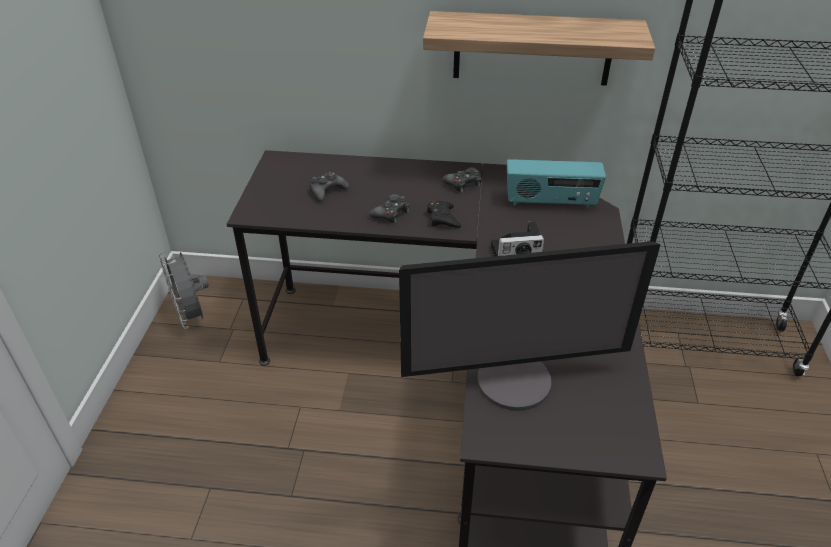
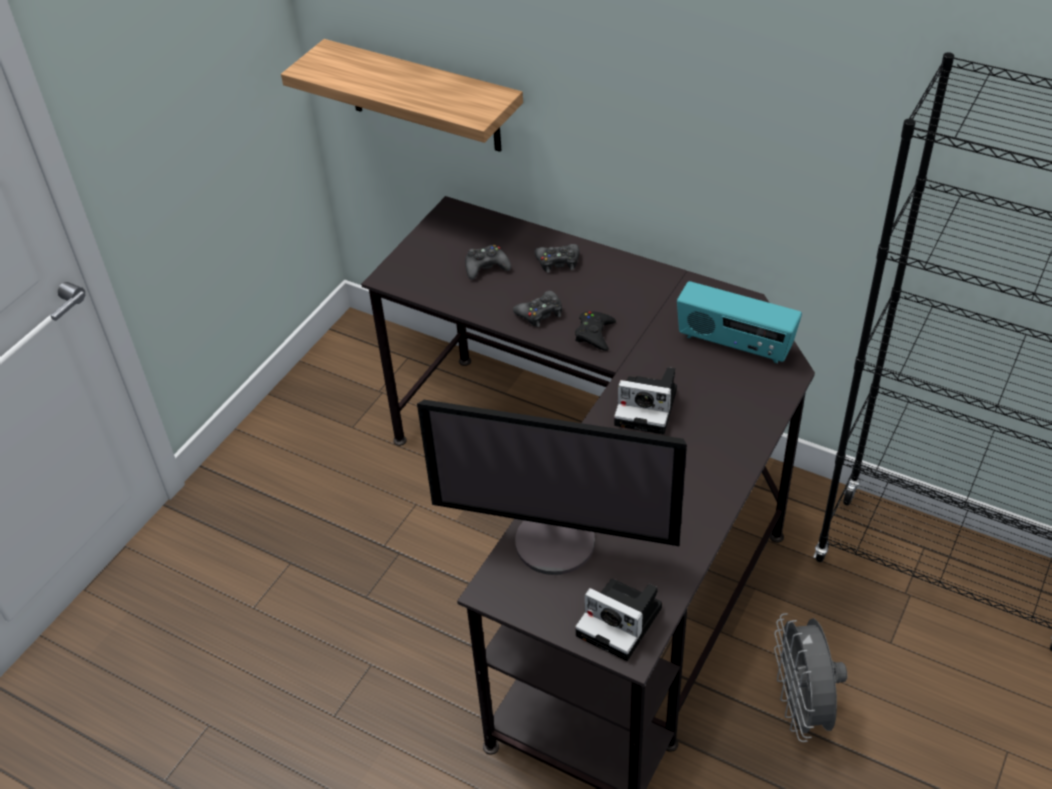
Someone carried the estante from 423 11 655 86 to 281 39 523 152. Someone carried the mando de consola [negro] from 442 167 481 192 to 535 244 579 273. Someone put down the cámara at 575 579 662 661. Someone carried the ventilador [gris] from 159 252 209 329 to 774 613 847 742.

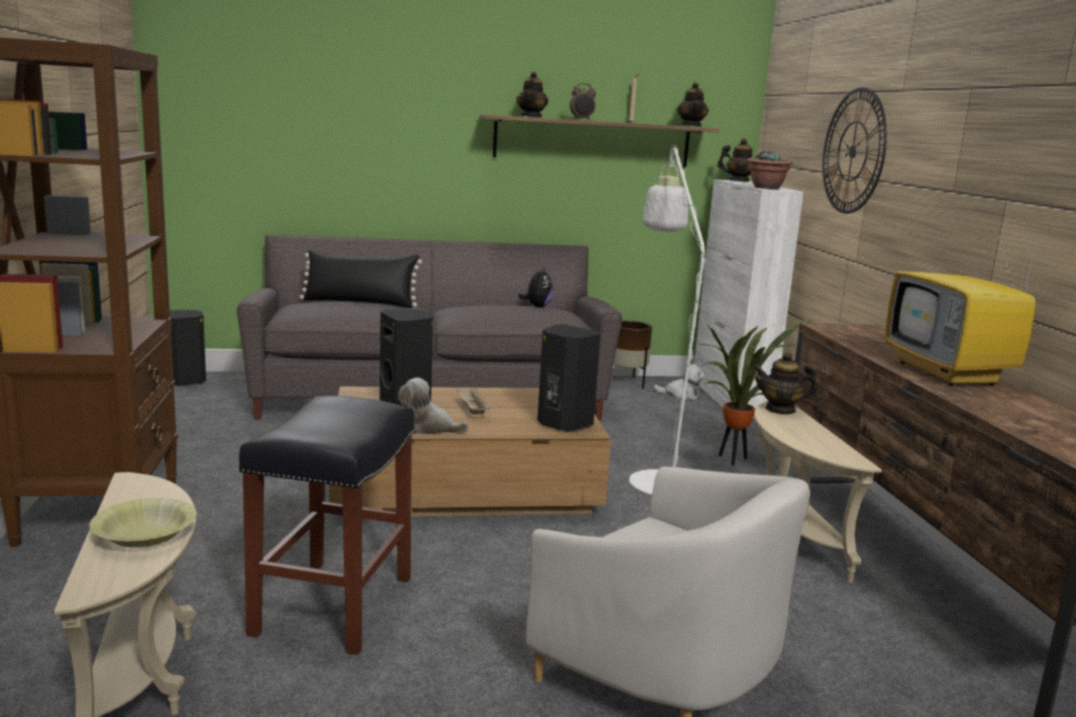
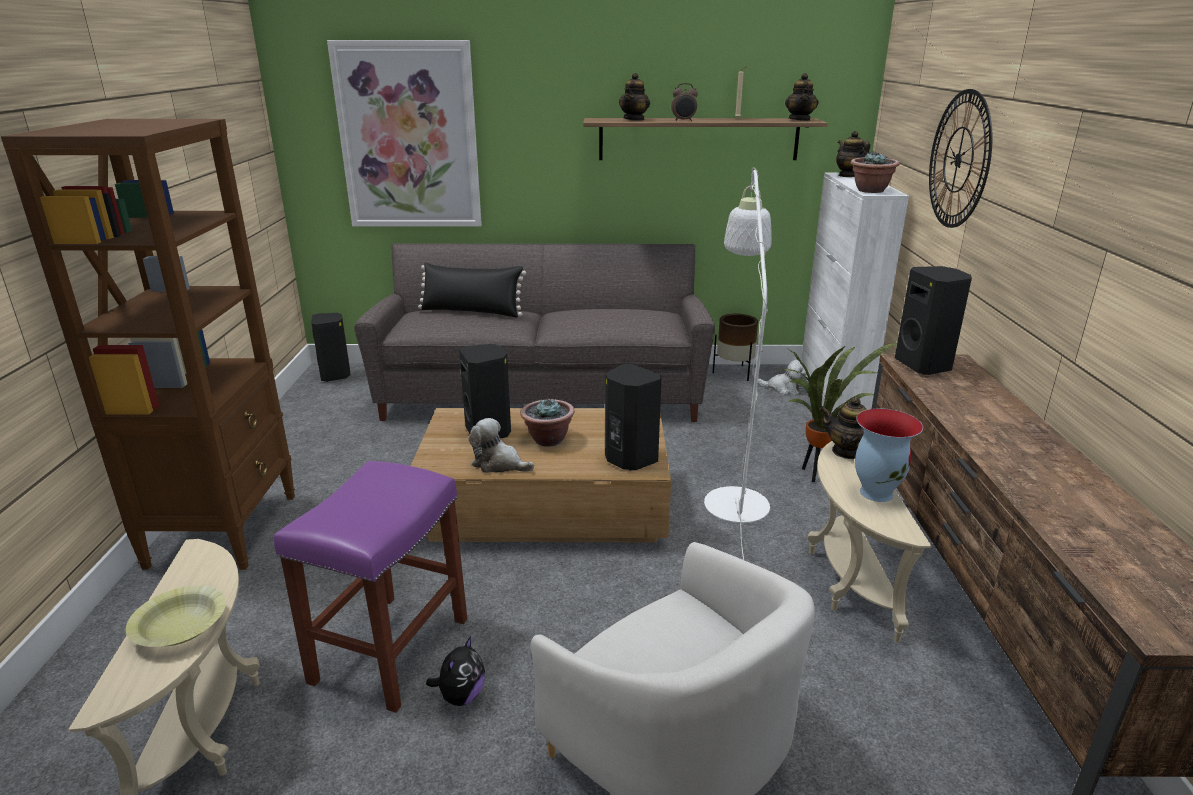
Someone repainted the taburete [negro] at 239 396 415 655, which became the taburete [morado] at 274 461 467 713. Someone put up the cuadro at 327 40 482 227. Someone carried the peluche from 518 268 553 307 to 426 636 485 706. Someone swapped the bandeja [beis] at 457 387 490 414 for the planta en maceta at 520 398 575 447. Someone rotated the tetera at 717 139 765 182 by 135 degrees counterclockwise. Someone put down the florero at 855 409 923 502. Someone put down the altavoz [negro] at 895 266 972 375. Someone took away the televisor at 885 223 1039 386.

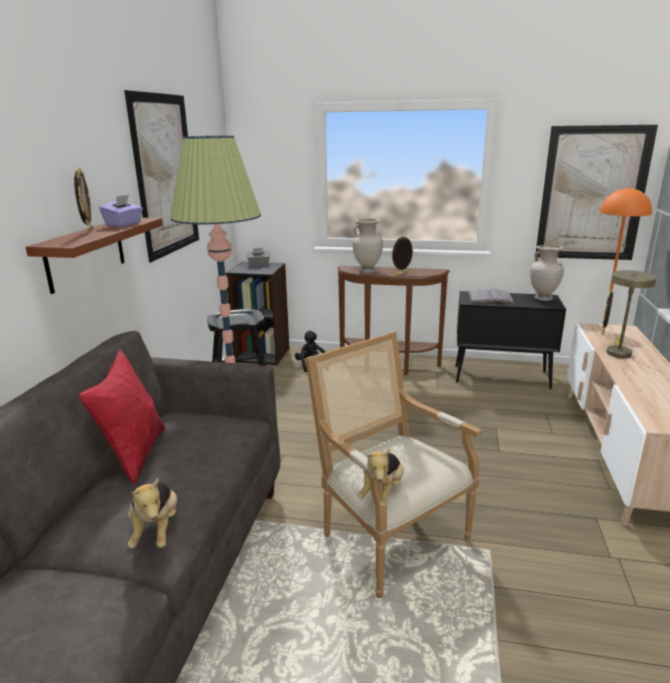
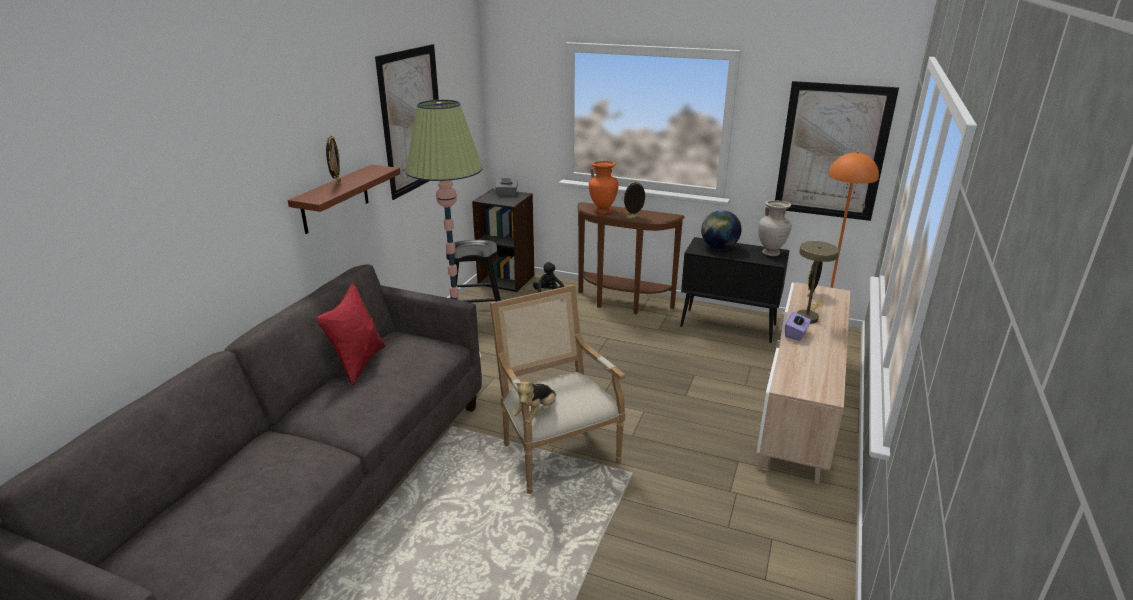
Someone repainted the florero [beis] at 352 219 383 273, which became the florero [naranja] at 589 161 619 214. Someone swapped the libro [gris] at 468 289 515 303 for the globo terráqueo at 701 210 742 250. Someone carried the caja de pañuelos [morado] from 99 195 143 227 to 785 312 811 341. Someone took away the peluche at 128 477 177 548.

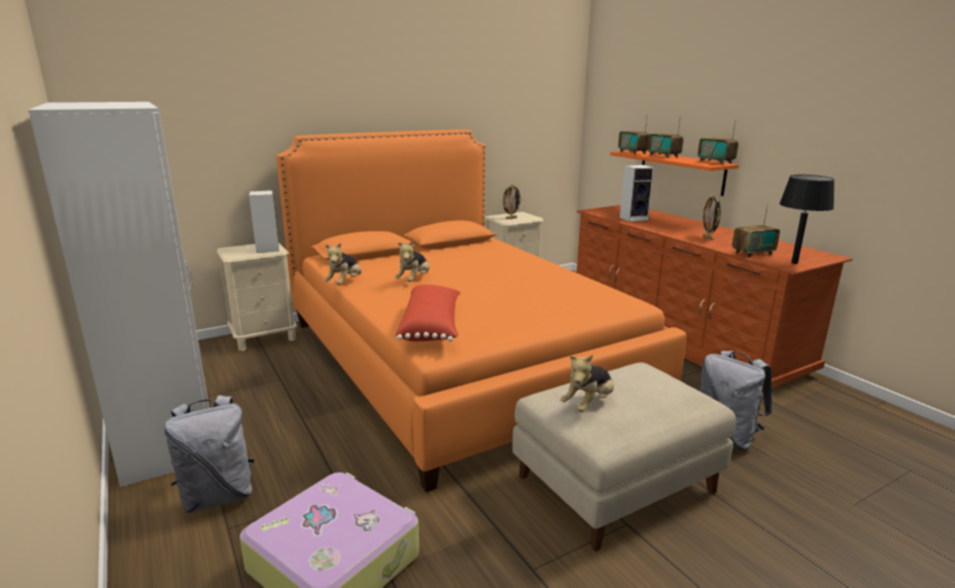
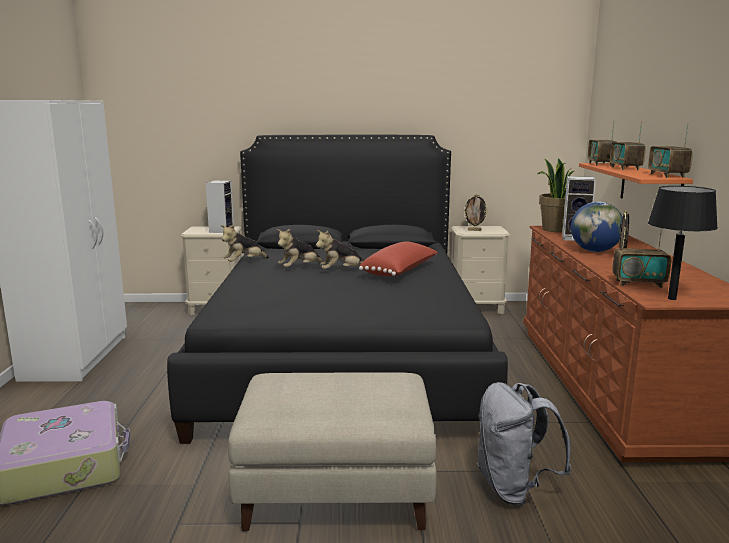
Someone repainted the cama [naranja] at 276 129 687 492, which became the cama [negro] at 167 135 508 444. Someone carried the peluche from 560 355 614 412 to 316 230 364 269. Someone carried the cojín [rojo] from 396 285 461 342 to 359 241 438 276. Someone put down the planta en maceta at 538 158 574 232. Someone put down the globo terráqueo at 571 202 623 252. Someone took away the mochila [gris] at 164 395 255 513.

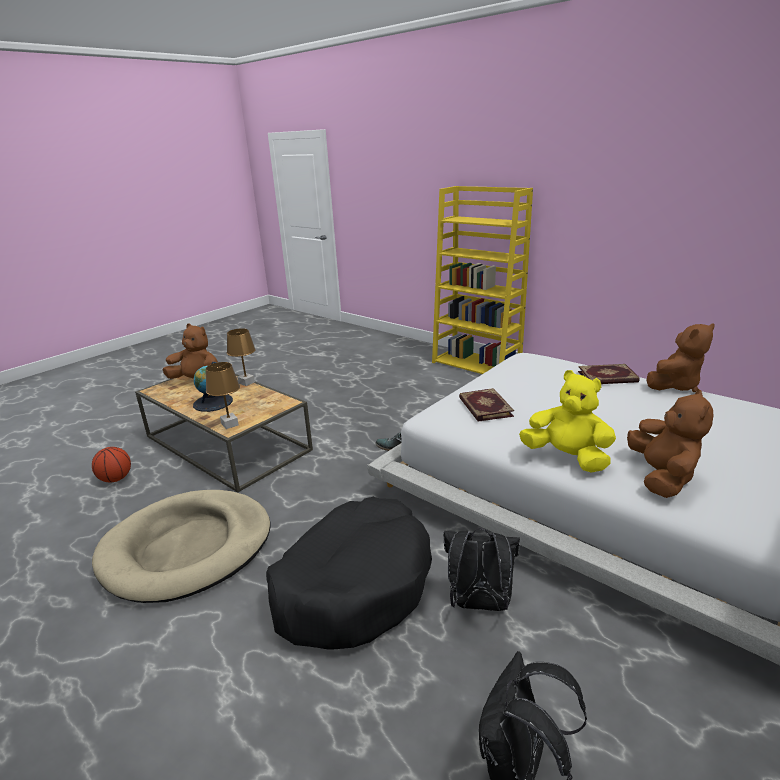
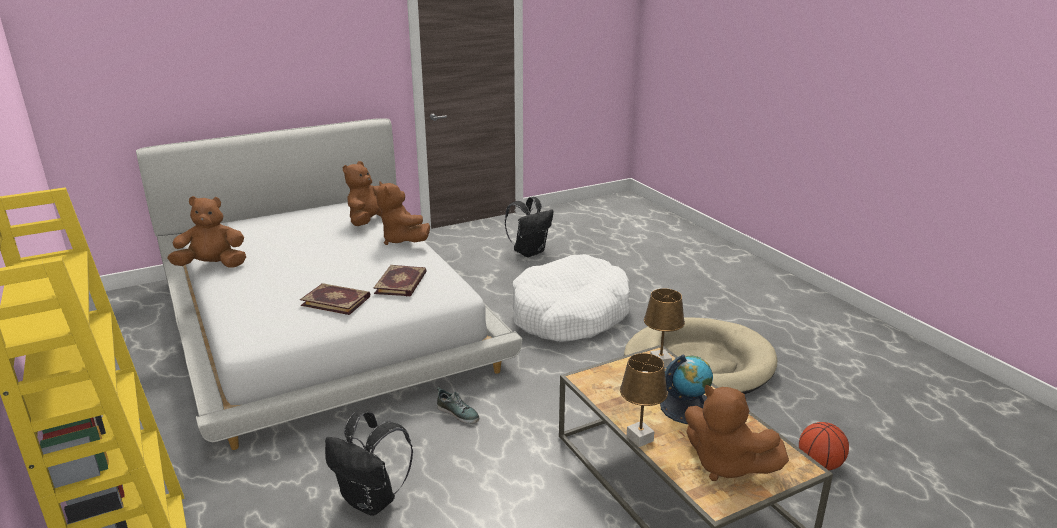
Someone carried the libro from 578 364 640 384 to 300 283 370 315. Someone carried the mochila [negro] from 443 528 520 611 to 325 410 413 516. Someone repainted the peluche [amarillo] at 519 370 616 472, which became the peluche [marrón] at 376 181 430 245. Someone repainted the cama para perro [negro] at 266 497 432 650, which became the cama para perro [blanco] at 513 254 630 342.

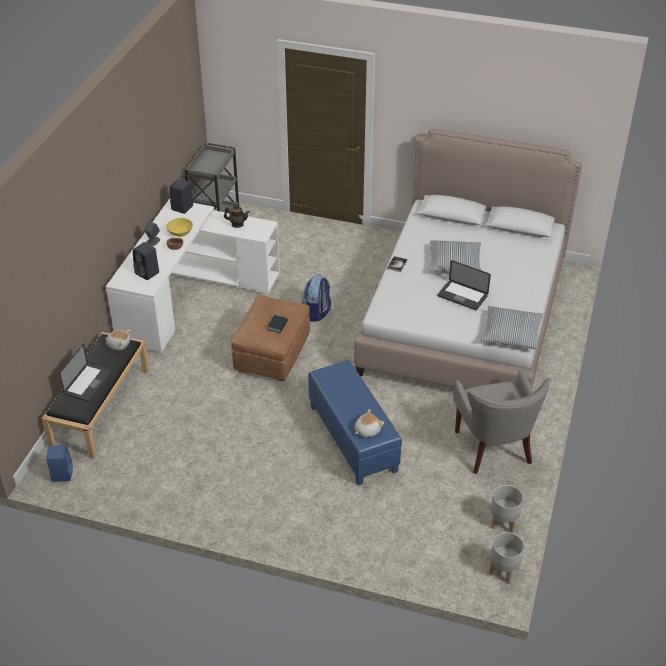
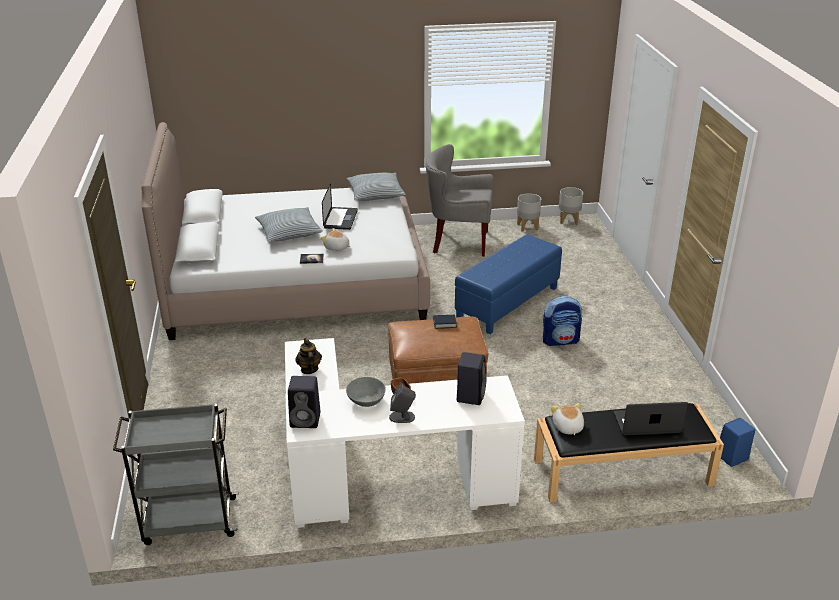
Someone carried the peluche from 355 409 384 437 to 321 228 350 251. Someone repainted the cuenco [amarillo] at 166 218 193 237, which became the cuenco [gris] at 346 377 386 407. Someone rotated the sillón [gris] at 453 370 551 474 by 135 degrees counterclockwise. Someone carried the mochila from 302 274 331 322 to 543 296 582 346.

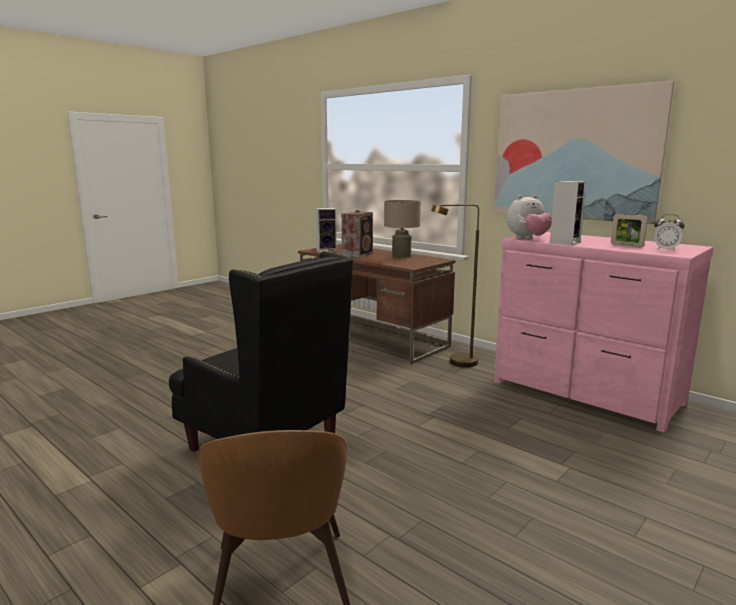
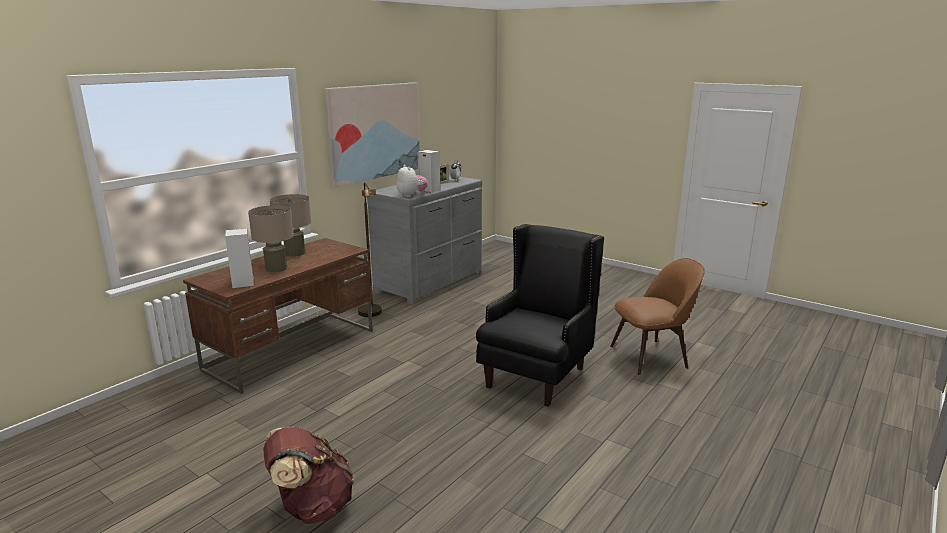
Someone swapped the altavoz at 341 210 373 258 for the lámpara de mesa [beis] at 248 205 294 273. Someone put down the mochila [marrón] at 263 426 354 524. Someone repainted the cómoda [rosa] at 494 232 714 432, which became the cómoda [gris] at 367 175 482 304.

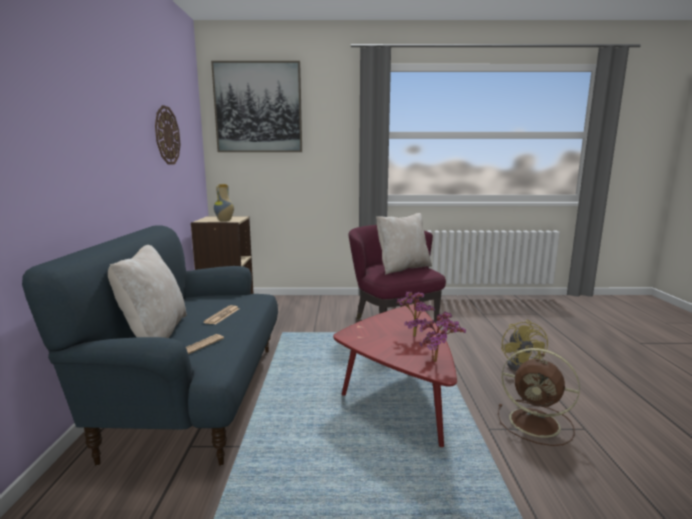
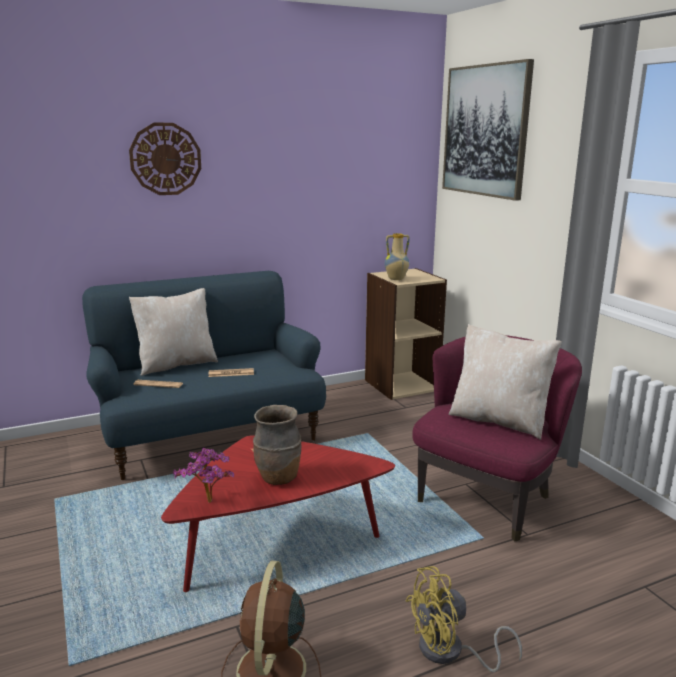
Someone carried the reloj de pared from 155 105 181 165 to 129 123 201 195. Someone swapped the planta en maceta at 396 291 435 337 for the florero [marrón] at 253 405 301 485.

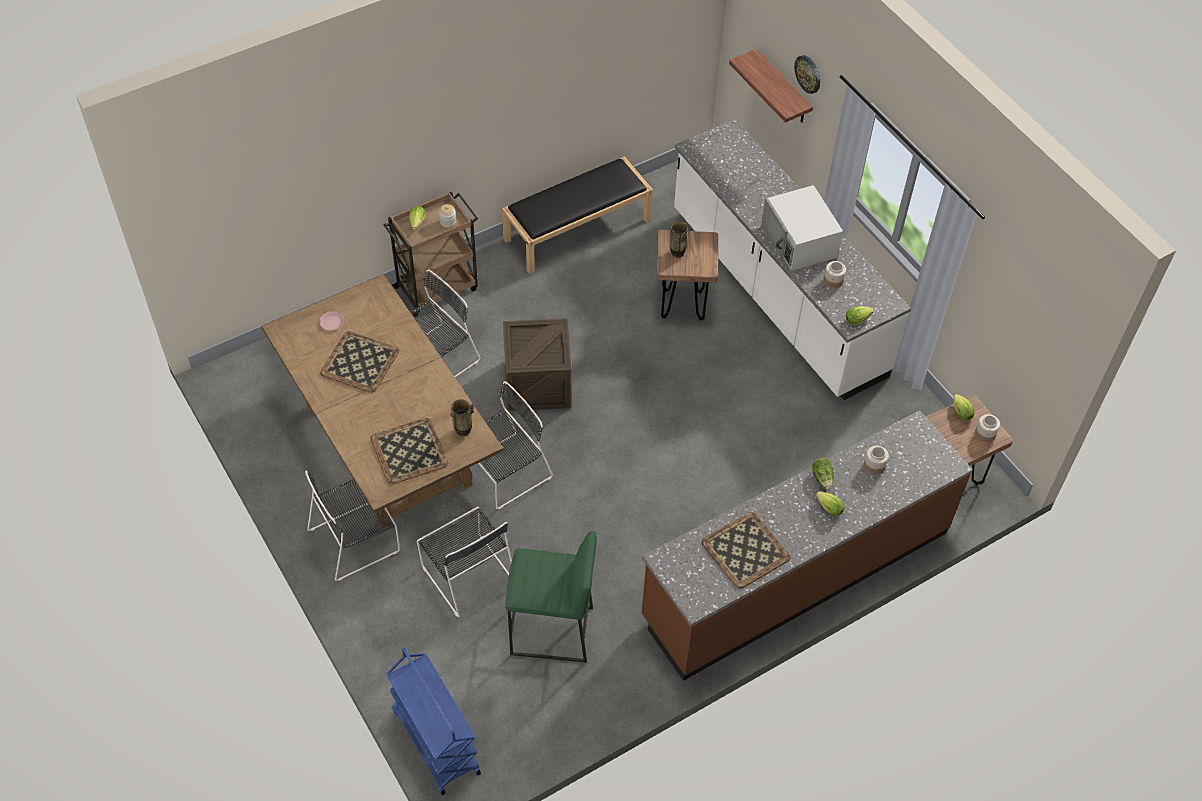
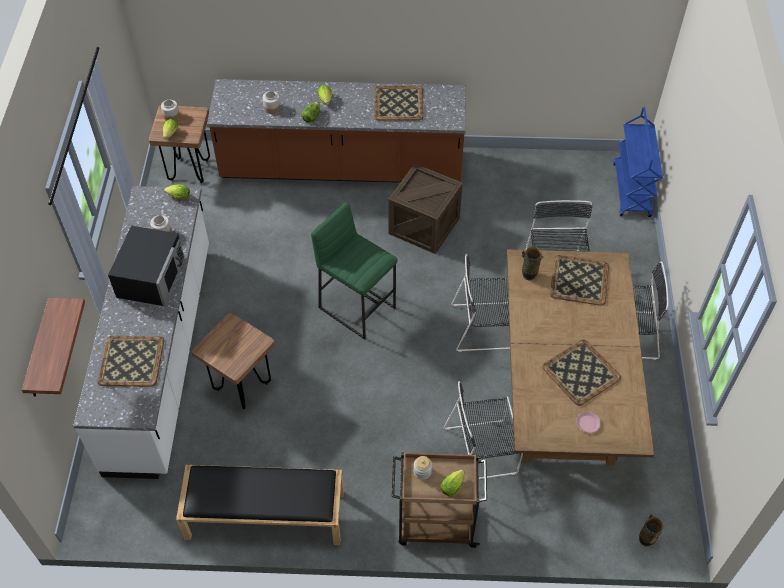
Someone put down the bandeja at 97 336 164 387. Someone repainted the microondas [blanco] at 761 185 843 271, which became the microondas [negro] at 108 226 184 307. Someone carried the taburete [verde] from 505 531 597 663 to 311 202 398 340. Someone carried the caja de embalaje from 503 318 572 411 to 388 164 463 254. Someone carried the florero from 670 221 688 258 to 639 514 663 547. Someone took away the reloj de pared at 794 55 820 94.

